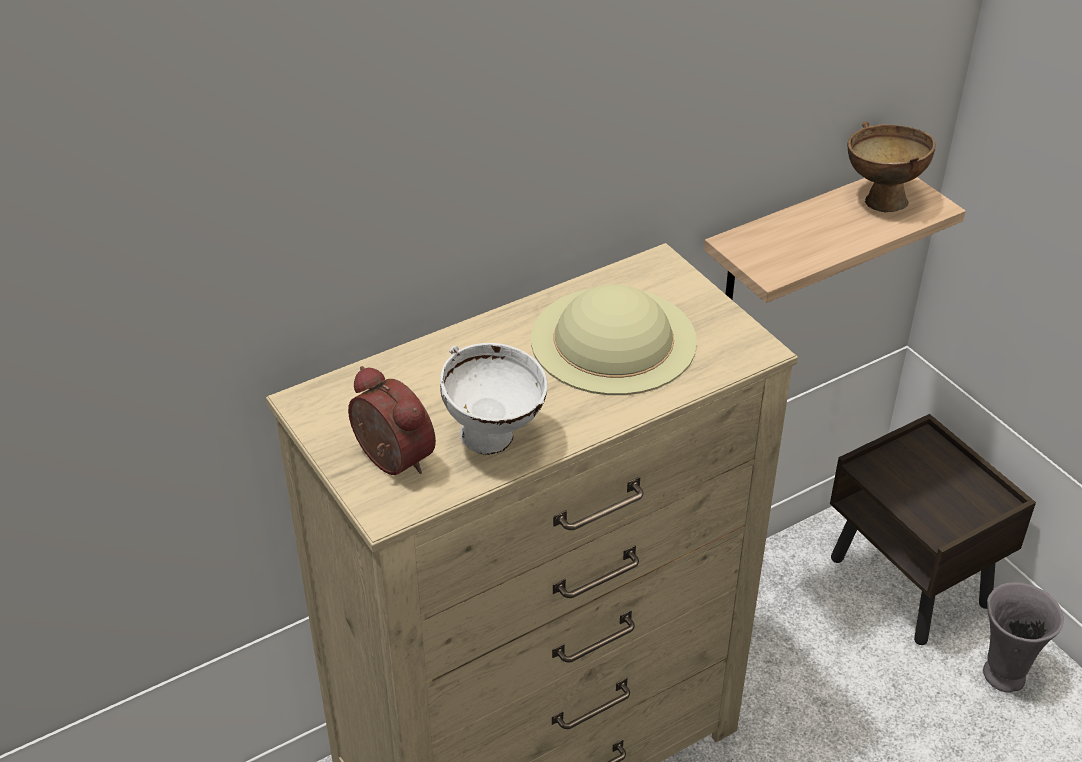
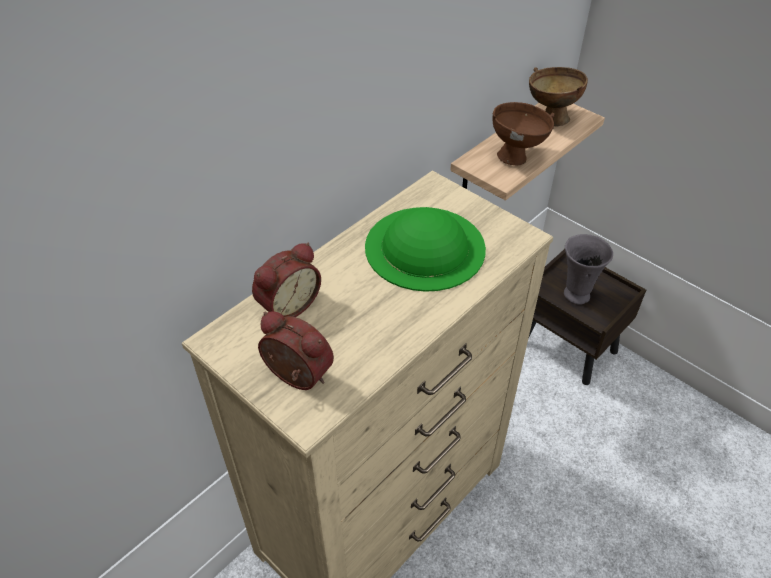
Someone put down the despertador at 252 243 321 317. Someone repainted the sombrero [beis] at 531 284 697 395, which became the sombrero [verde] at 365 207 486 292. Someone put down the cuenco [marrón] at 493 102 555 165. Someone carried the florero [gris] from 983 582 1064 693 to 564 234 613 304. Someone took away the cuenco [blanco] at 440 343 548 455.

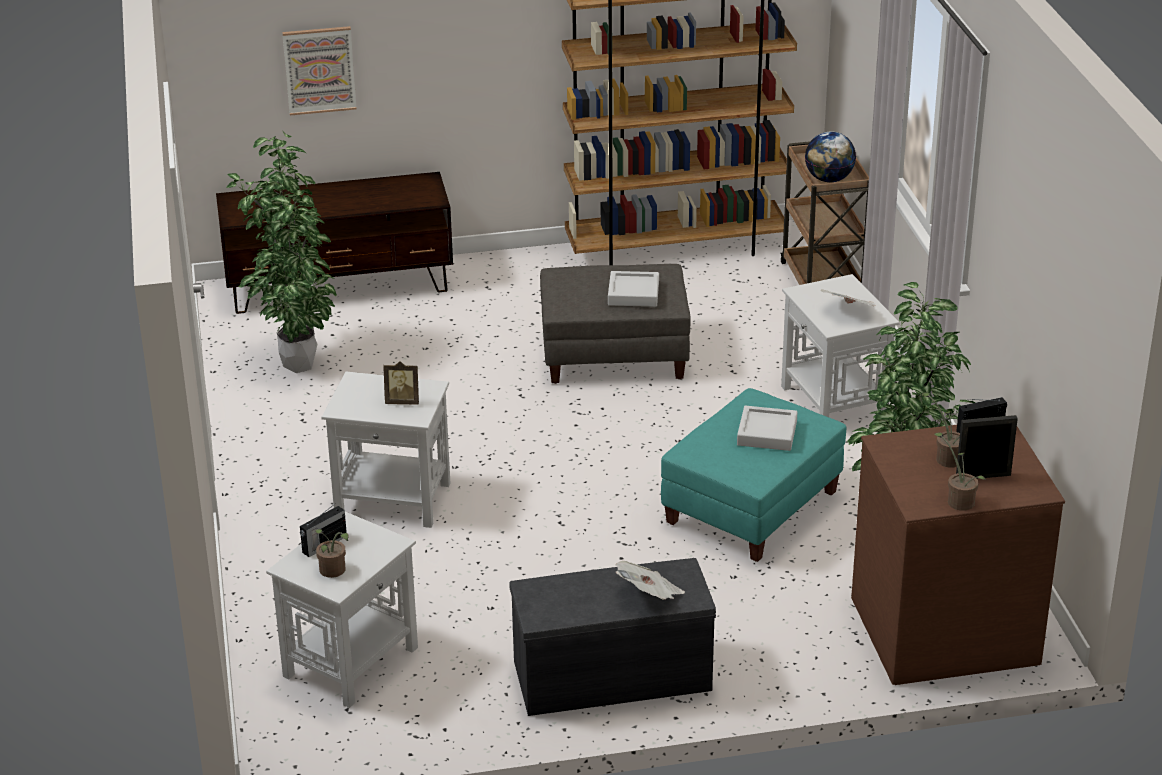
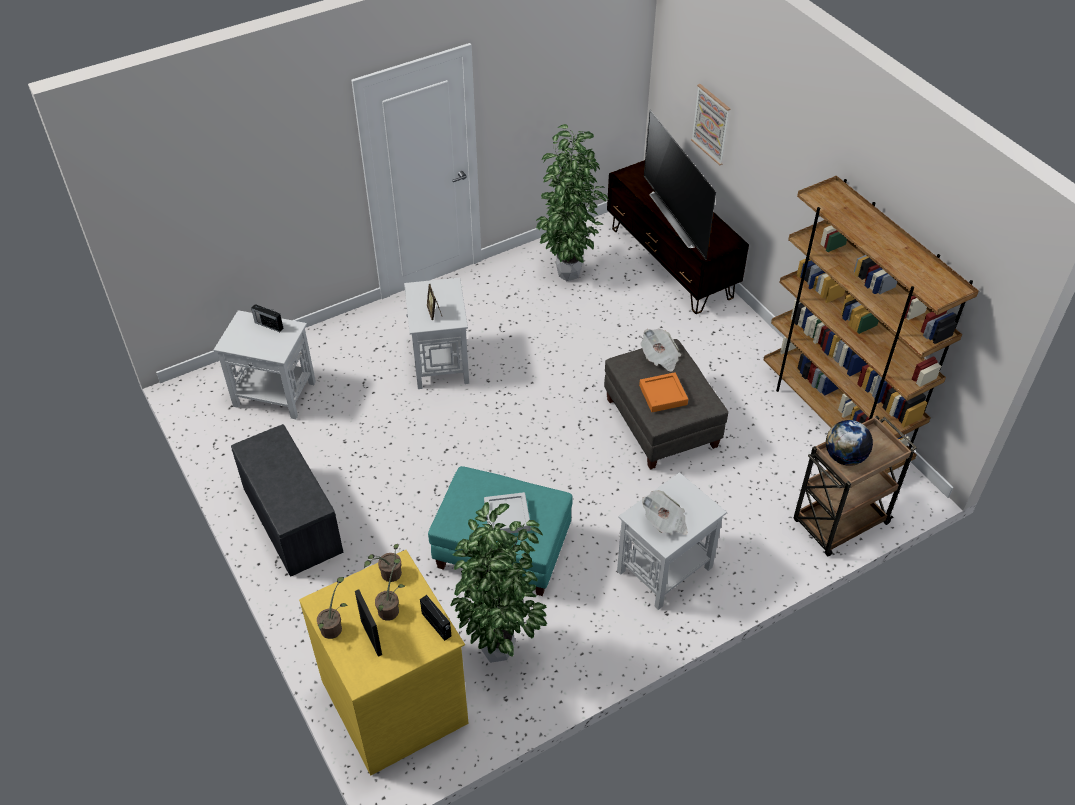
Someone repainted the cómoda [marrón] at 851 425 1065 685, which became the cómoda [amarillo] at 299 550 468 775. Someone carried the planta en maceta from 315 529 349 578 to 364 544 402 582. Someone repainted the bandeja [gris] at 608 271 659 307, which became the bandeja [naranja] at 639 372 688 412. Someone carried the periódico from 616 561 685 600 to 641 329 681 372. Someone put down the televisor at 644 110 716 260.

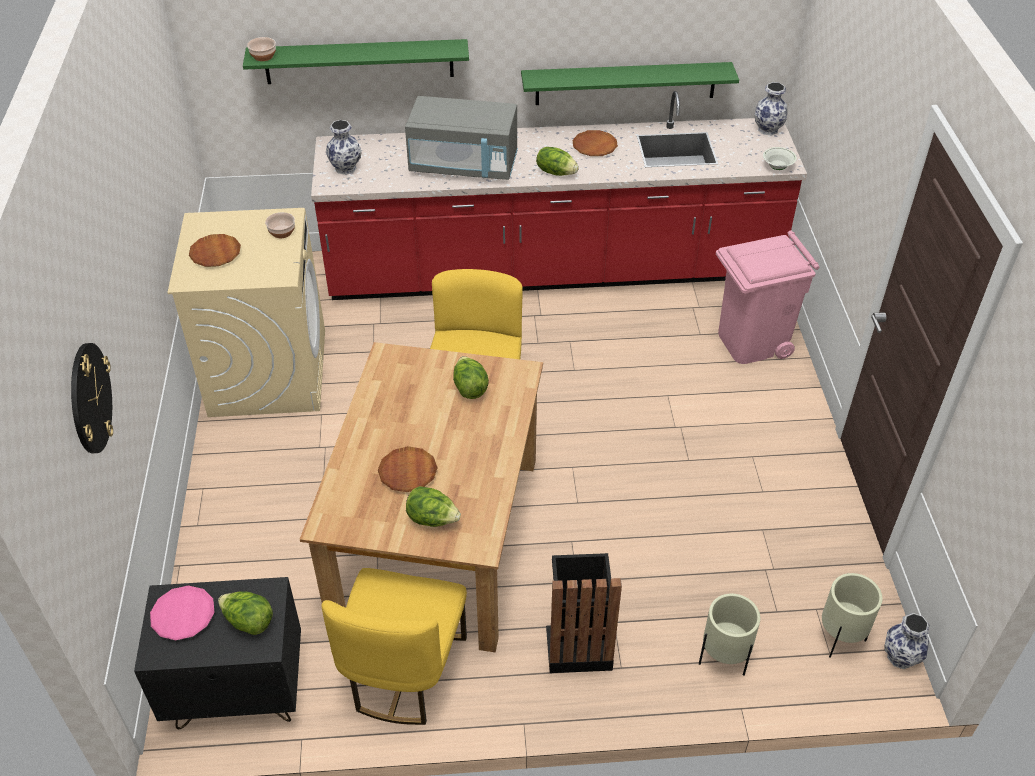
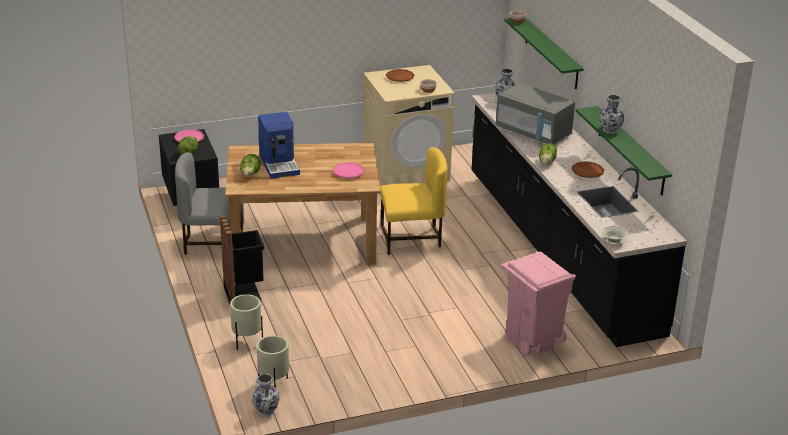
Someone repainted the silla [amarillo] at 322 568 467 725, which became the silla [gris] at 175 152 243 255. Someone swapped the plato [marrón] at 378 446 438 492 for the cafetera at 258 112 300 179. Someone swapped the lechuga at 453 356 489 399 for the plato [rosa] at 333 162 365 179. Someone repainted the mueble bajo de cocina [rojo] at 311 91 807 300, which became the mueble bajo de cocina [negro] at 471 93 687 347. Someone rotated the microondas [gris] at 405 96 518 180 by 45 degrees counterclockwise. Someone carried the florero from 755 82 788 136 to 599 95 624 134. Someone took away the reloj de pared at 71 343 113 453.

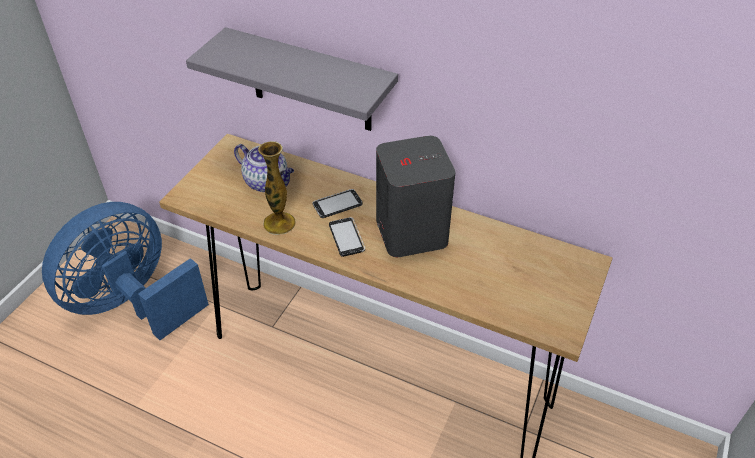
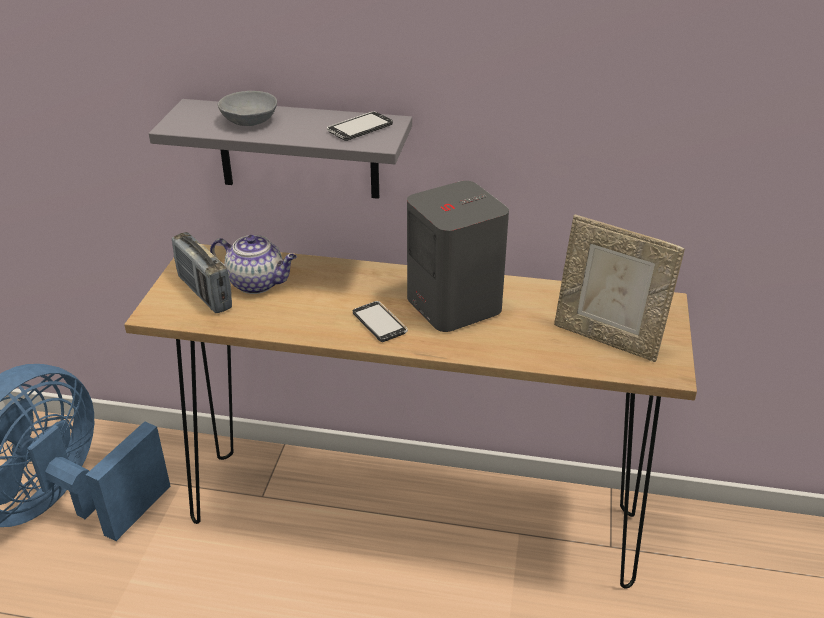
Someone put down the radio at 172 232 232 313. Someone put down the cuenco [gris] at 218 91 277 126. Someone carried the móvil from 312 189 363 218 to 327 112 393 141. Someone put down the portarretratos at 554 215 685 362. Someone took away the florero at 258 141 296 235.

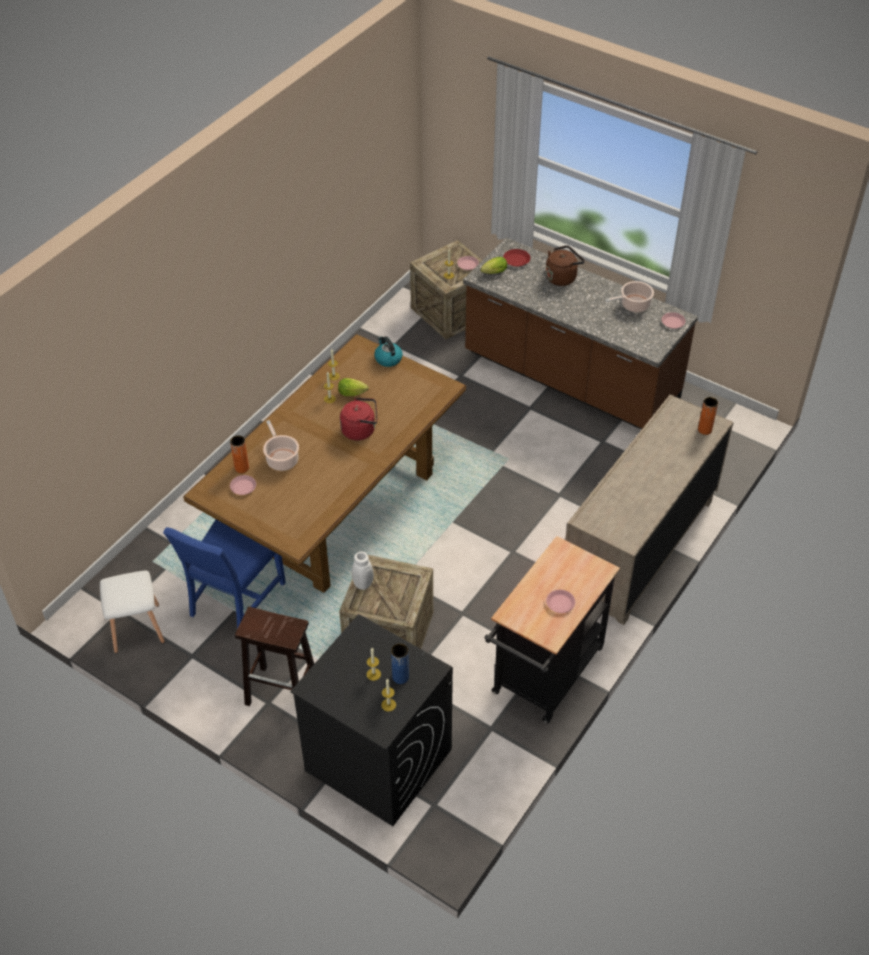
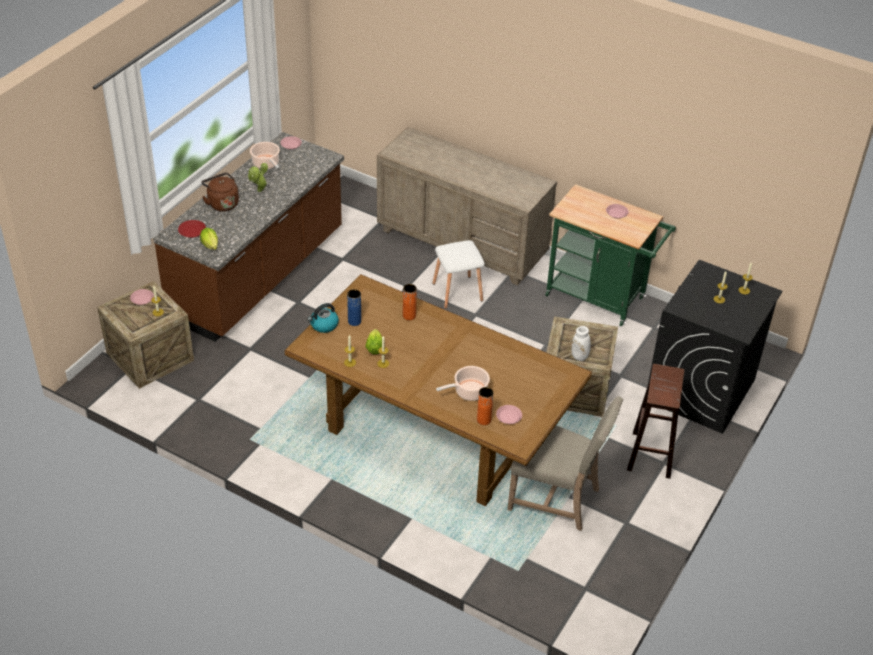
Someone put down the planta en maceta at 248 163 268 192. Someone carried the florero [azul] from 391 643 409 684 to 347 289 361 326. Someone carried the florero [naranja] from 698 397 718 435 to 403 284 417 320. Someone carried the taburete [blanco] from 100 570 165 653 to 433 240 485 309. Someone repainted the silla [azul] at 163 520 286 629, which became the silla [beis] at 507 396 623 531. Someone repainted the carrito [negro] at 484 536 620 723, which became the carrito [verde] at 546 184 676 326. Someone took away the hervidor [rojo] at 340 398 377 440.

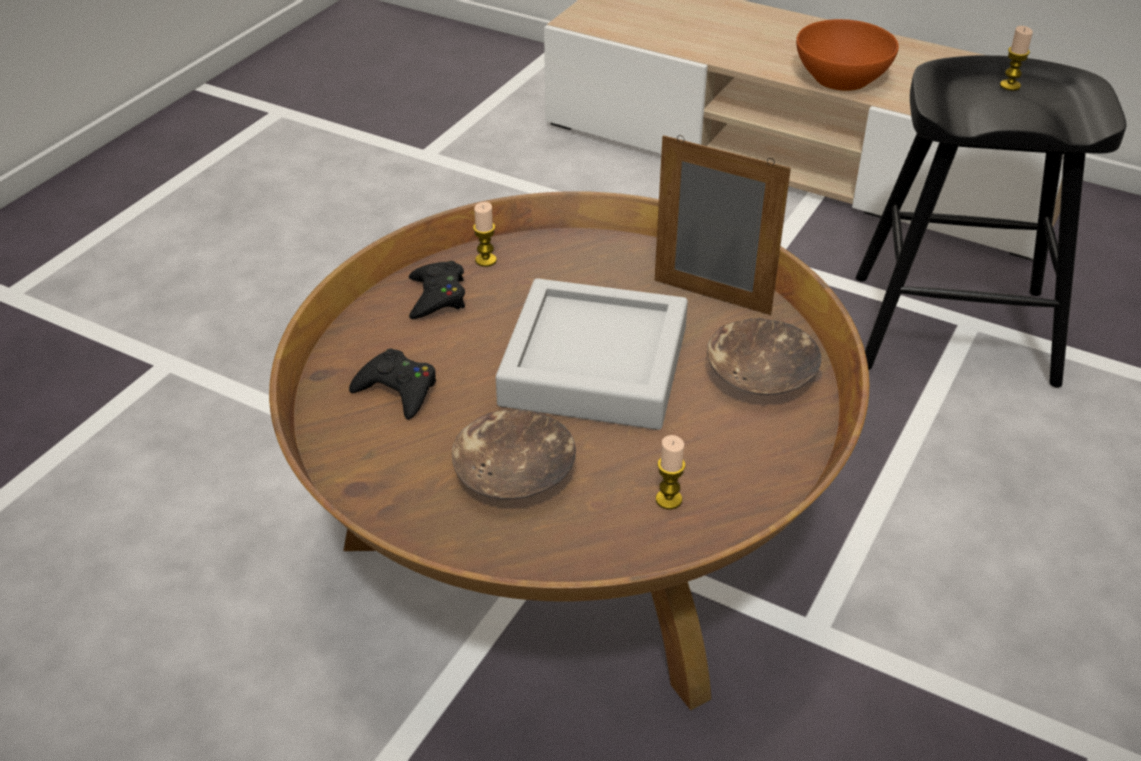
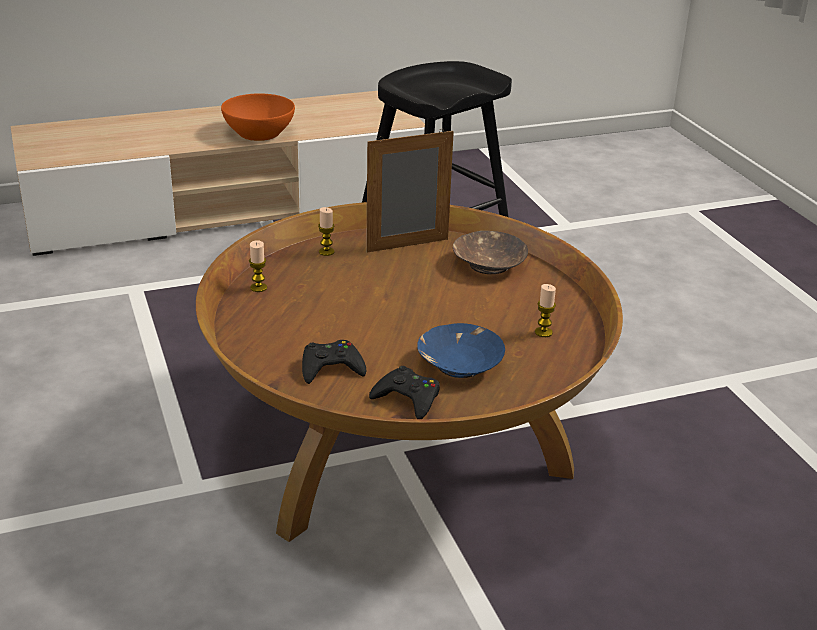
Someone carried the vela from 1000 26 1033 91 to 318 207 335 256. Someone carried the mando de consola [negro] from 409 261 465 319 to 369 366 440 419. Someone repainted the cuenco [marrón] at 452 410 576 499, which became the cuenco [azul] at 417 323 505 378. Someone took away the bandeja [gris] at 496 278 688 430.

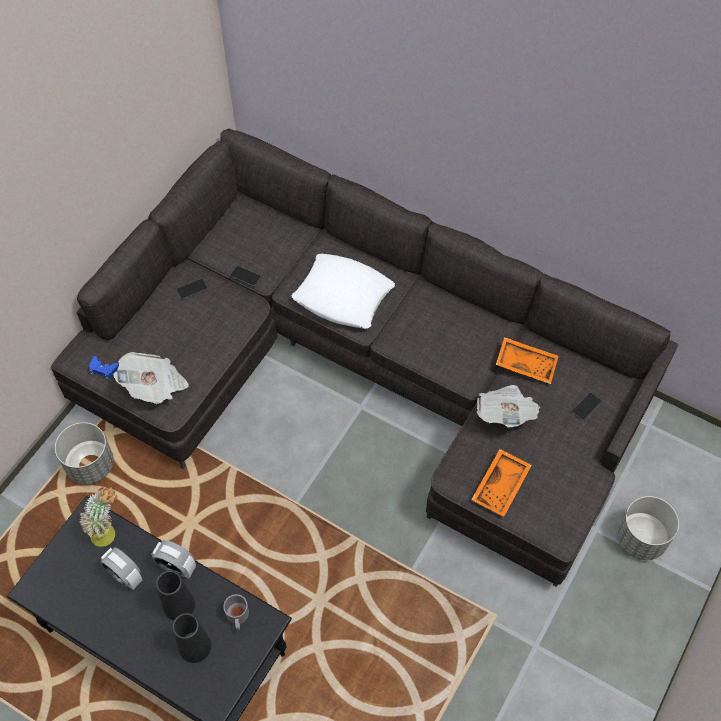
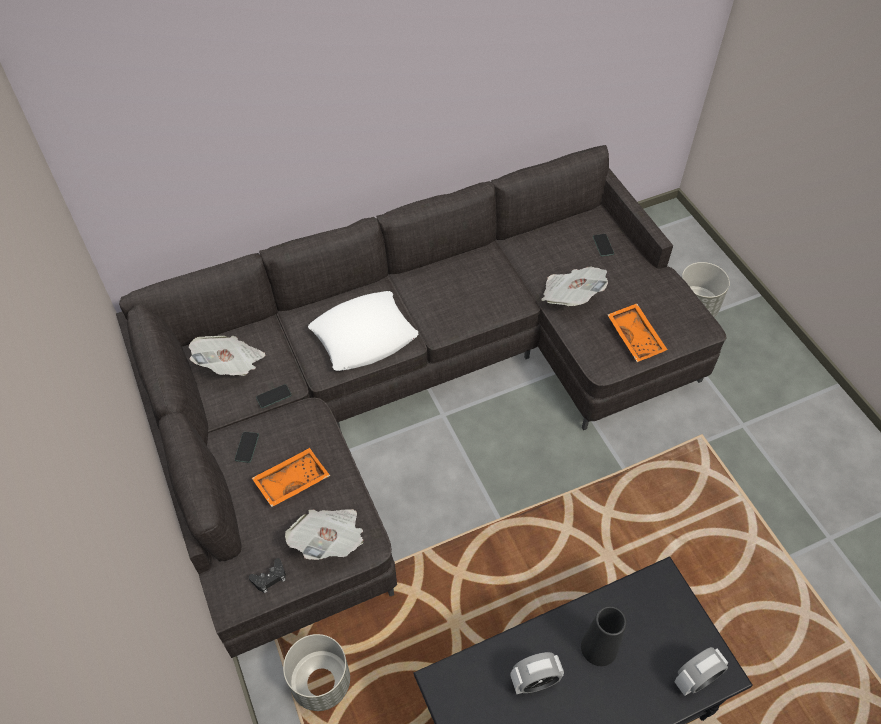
Someone put down the periódico at 188 336 265 376. Someone repainted the mando de consola [azul] at 89 356 119 380, which became the mando de consola [negro] at 249 558 286 593. Someone carried the bandeja [naranja] from 496 337 559 384 to 252 448 330 507. Someone carried the despertador from 152 540 196 578 to 675 647 728 696. Someone took away the planta en maceta at 79 487 118 547. Someone took away the florero [negro] at 172 613 211 663. Someone took away the taza grande [gris] at 223 594 249 630.

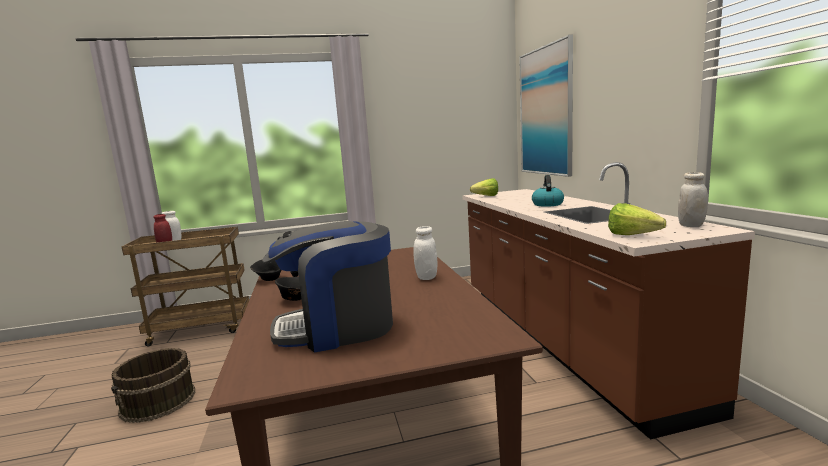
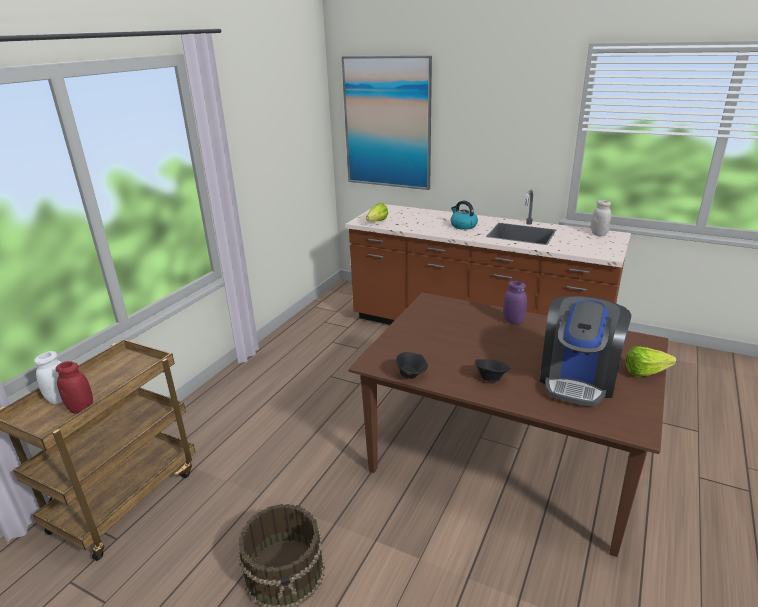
Someone repainted the tarro [blanco] at 413 226 437 280, which became the tarro [morado] at 503 281 527 325. Someone carried the lechuga from 608 203 666 235 to 626 346 676 377.

